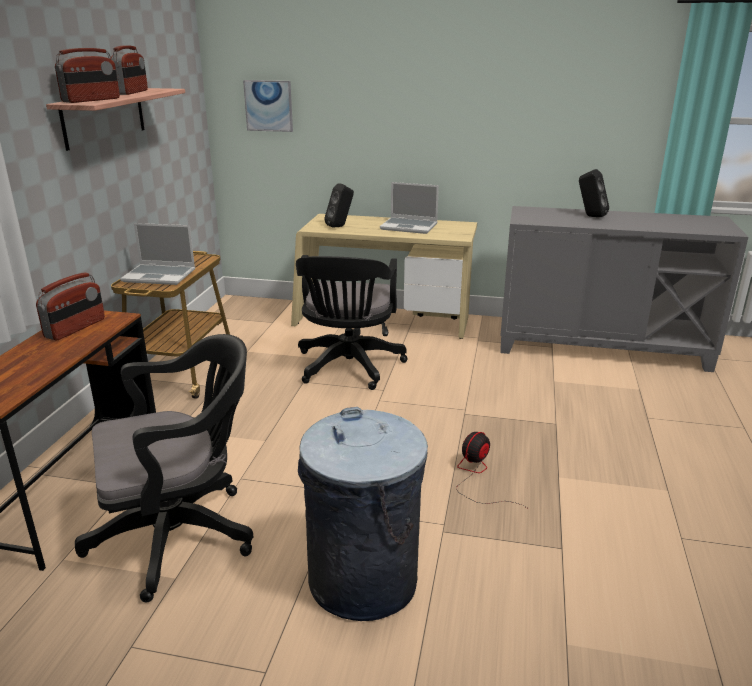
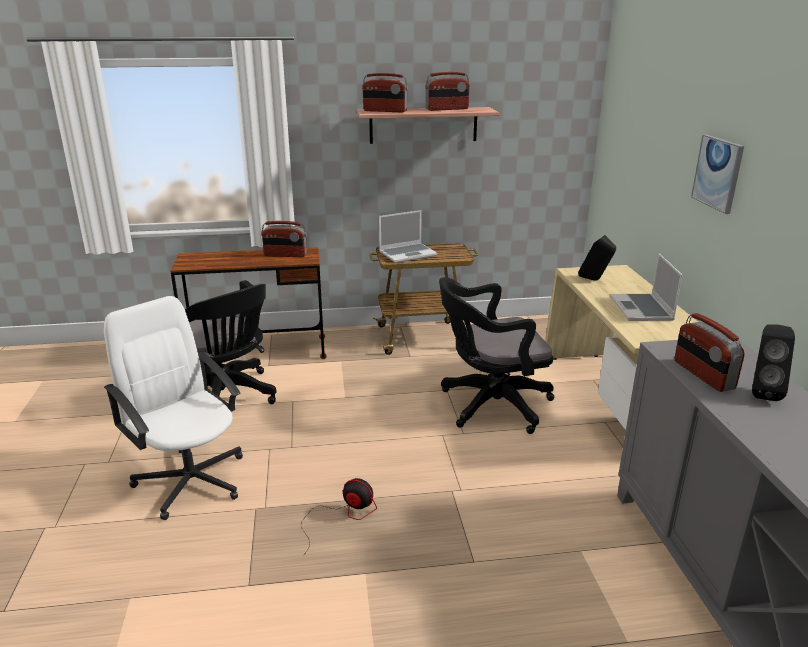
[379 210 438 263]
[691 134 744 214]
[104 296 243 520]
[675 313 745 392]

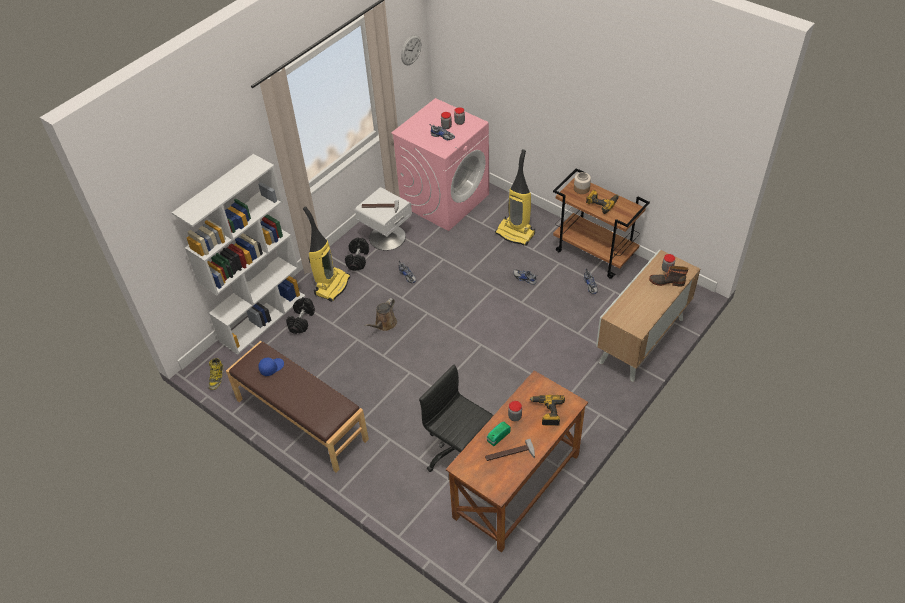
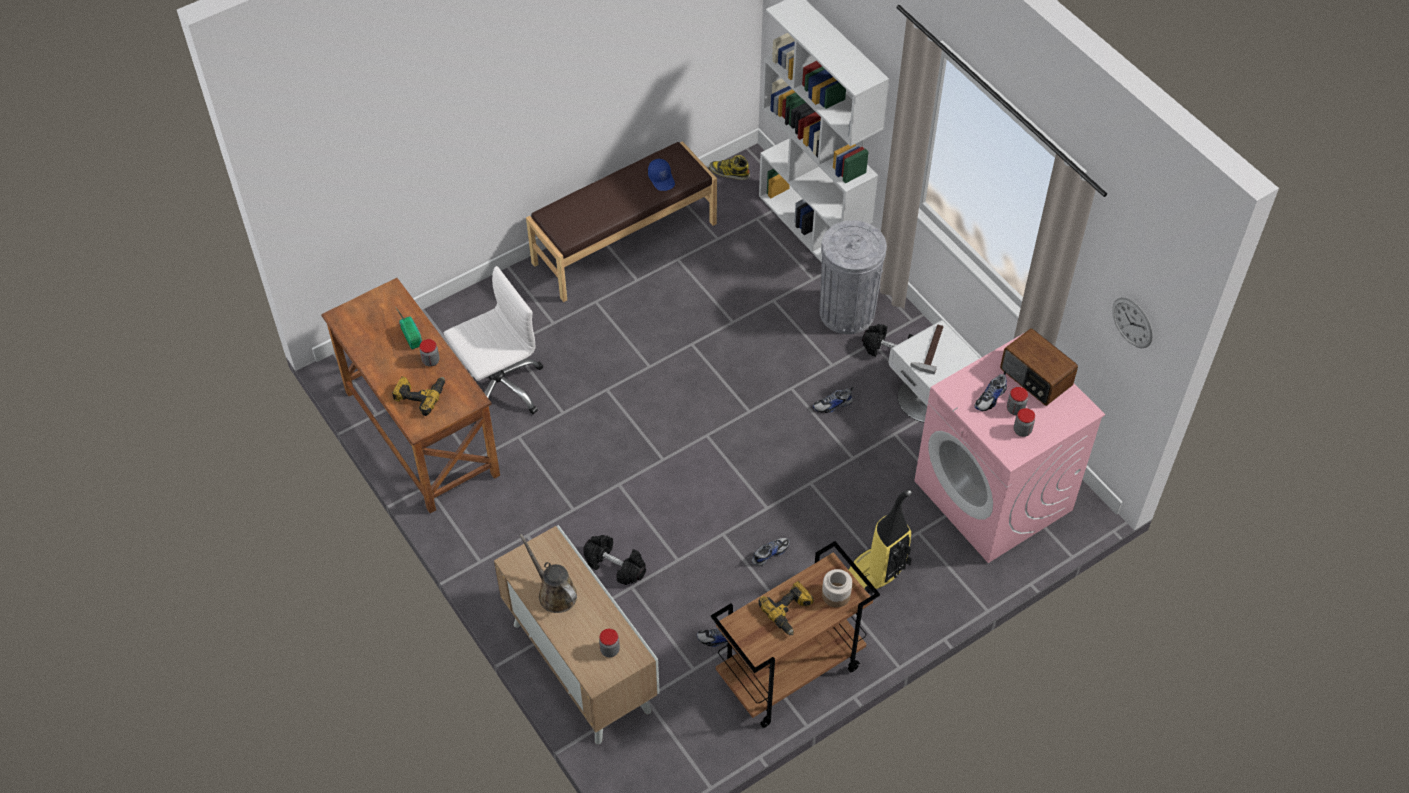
[583 535 646 585]
[820 220 887 334]
[519 534 577 613]
[444 266 543 423]
[485 439 535 461] (first image)
[649 266 688 287] (first image)
[1000 328 1078 406]

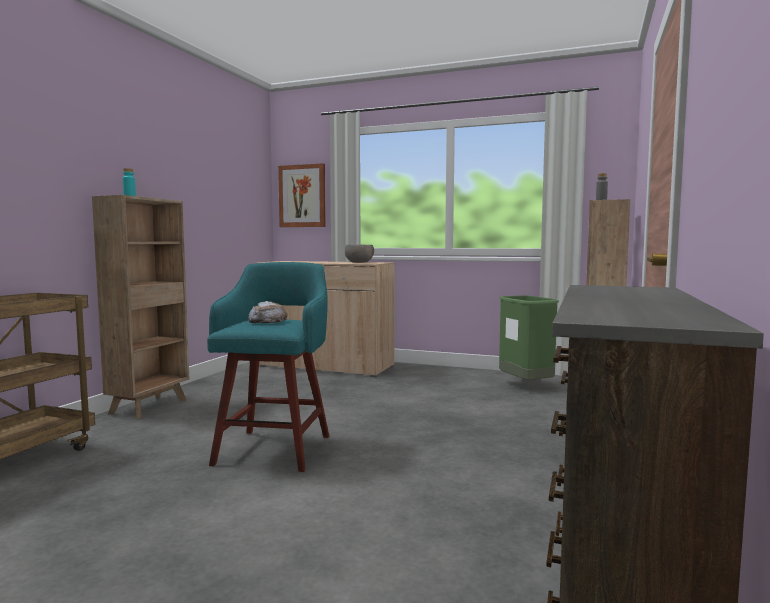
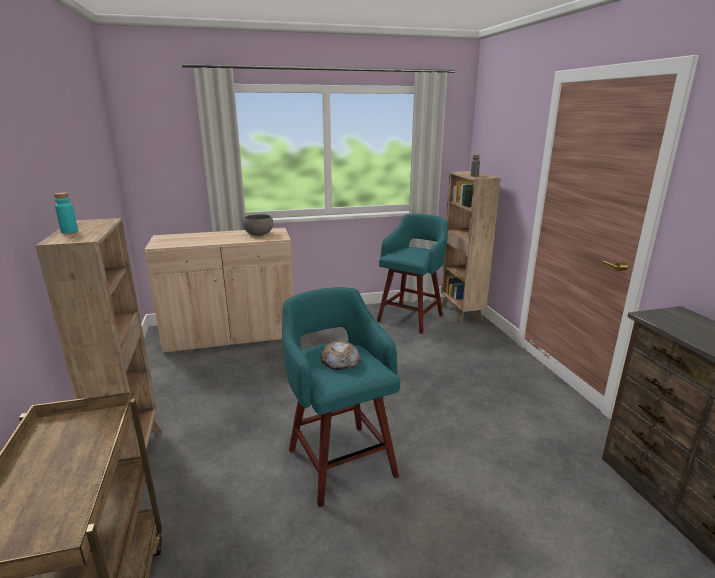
[278 163 326 227] (first image)
[377 214 448 334]

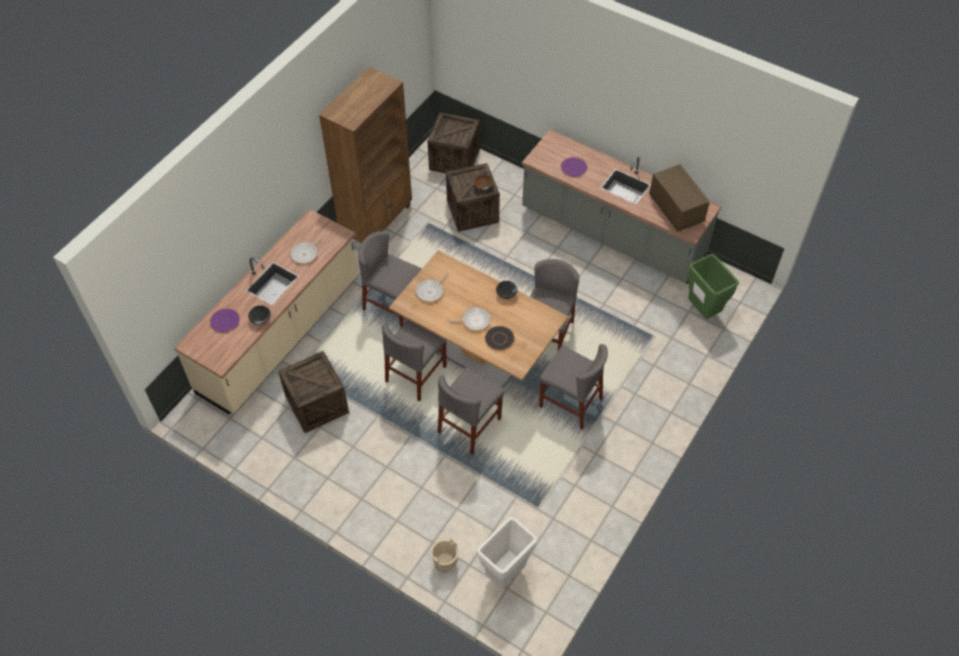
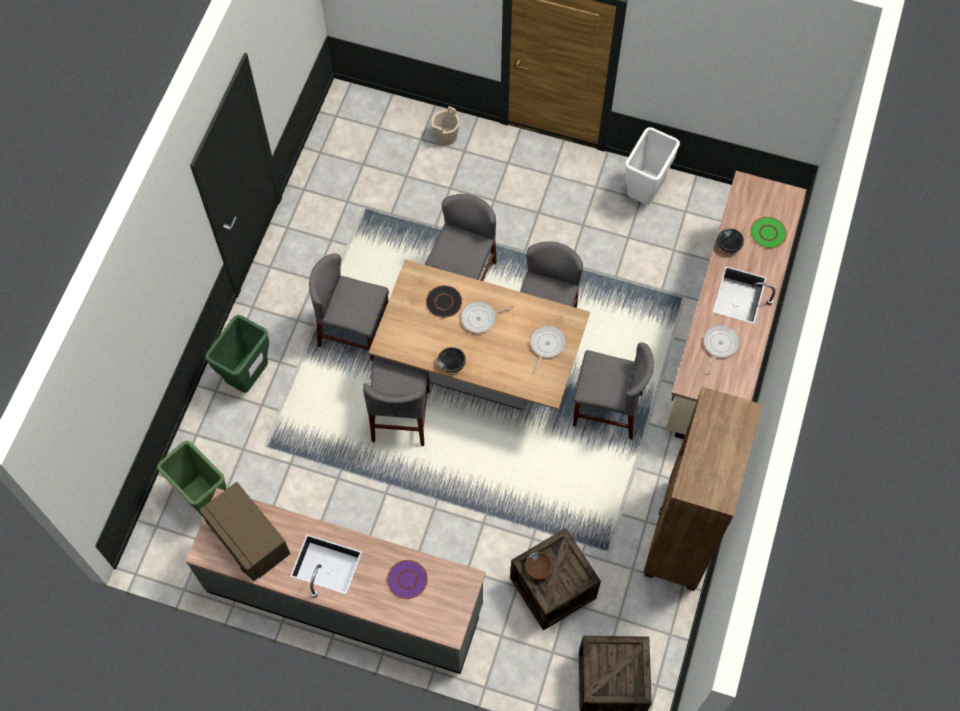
[750 217 787 248]
[278 351 349 433] (first image)
[625 127 680 205]
[205 315 269 393]

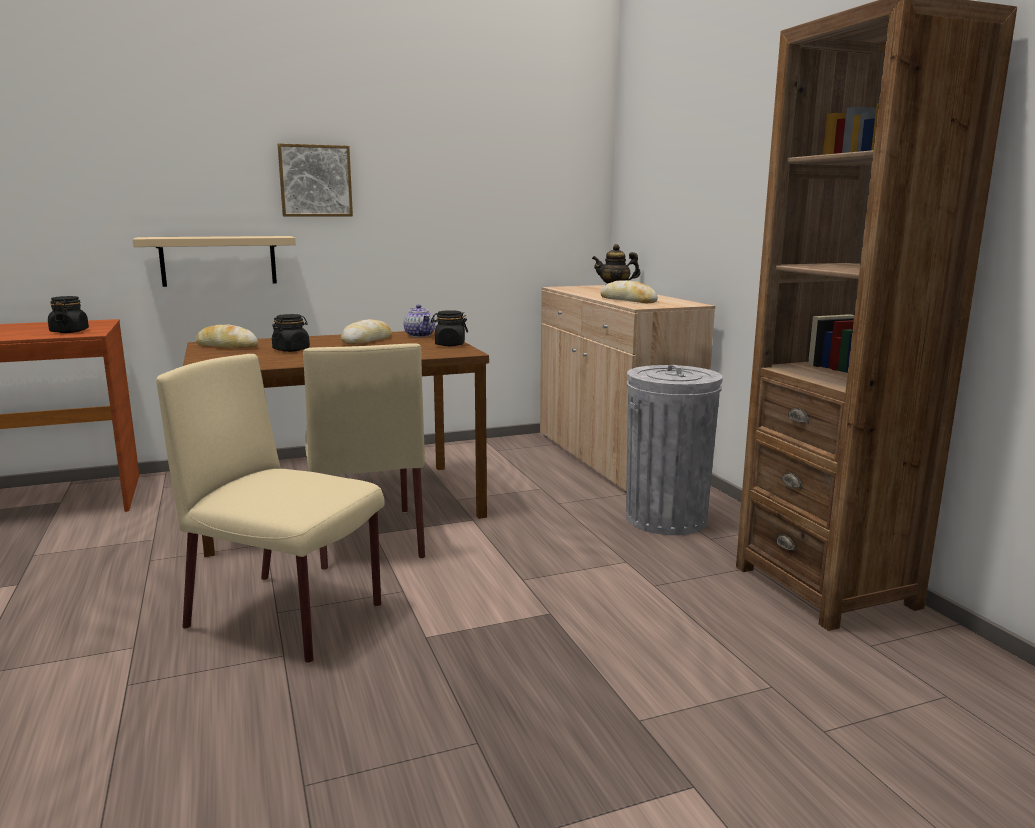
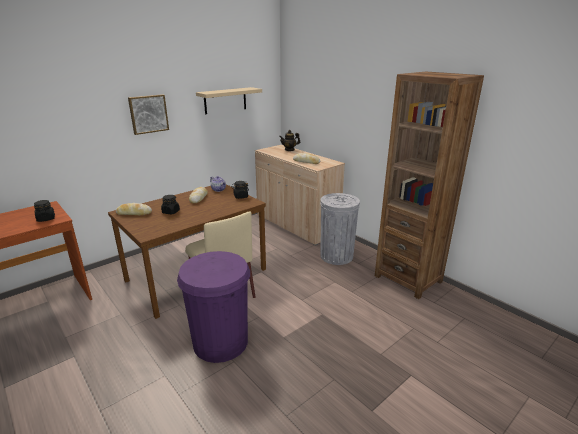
[196 87 262 114]
[177 251 250 363]

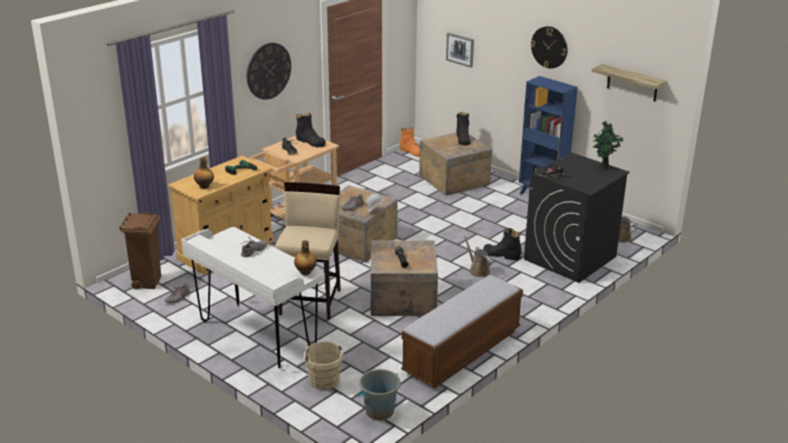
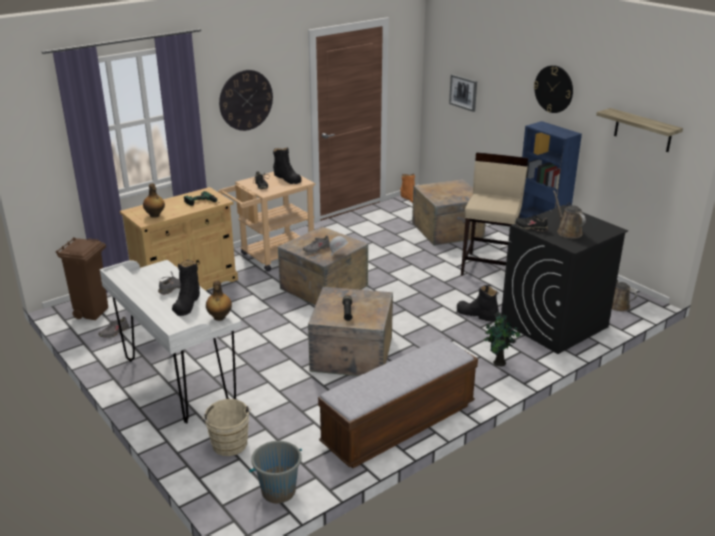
[461 152 529 276]
[172 260 200 316]
[553 191 586 239]
[484 312 521 366]

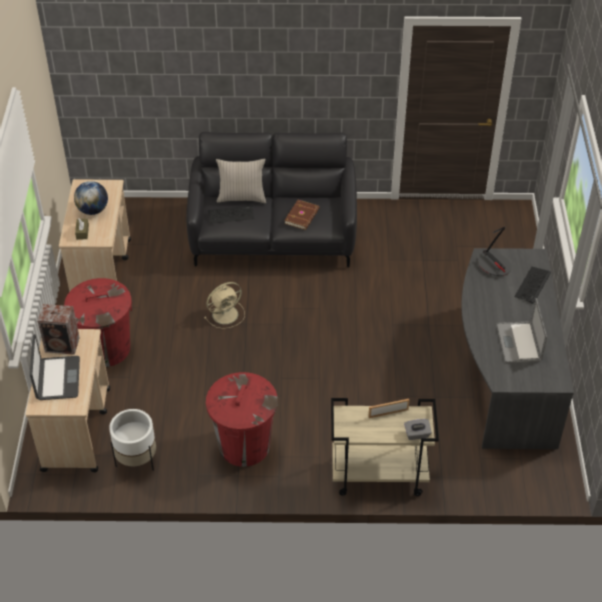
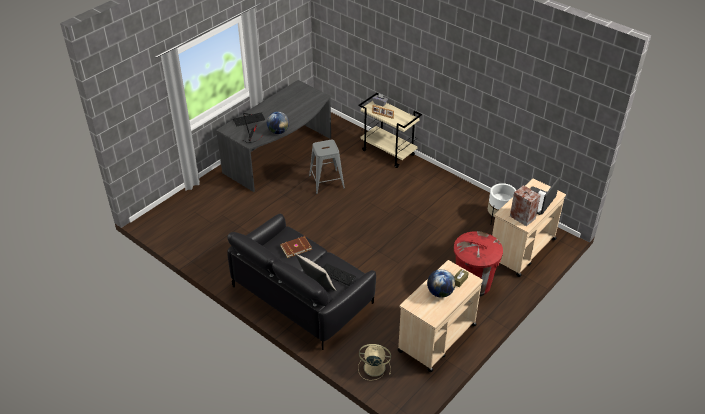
[358 344 391 381]
[206 372 278 467] (first image)
[496 298 547 363] (first image)
[267 112 289 134]
[309 140 345 194]

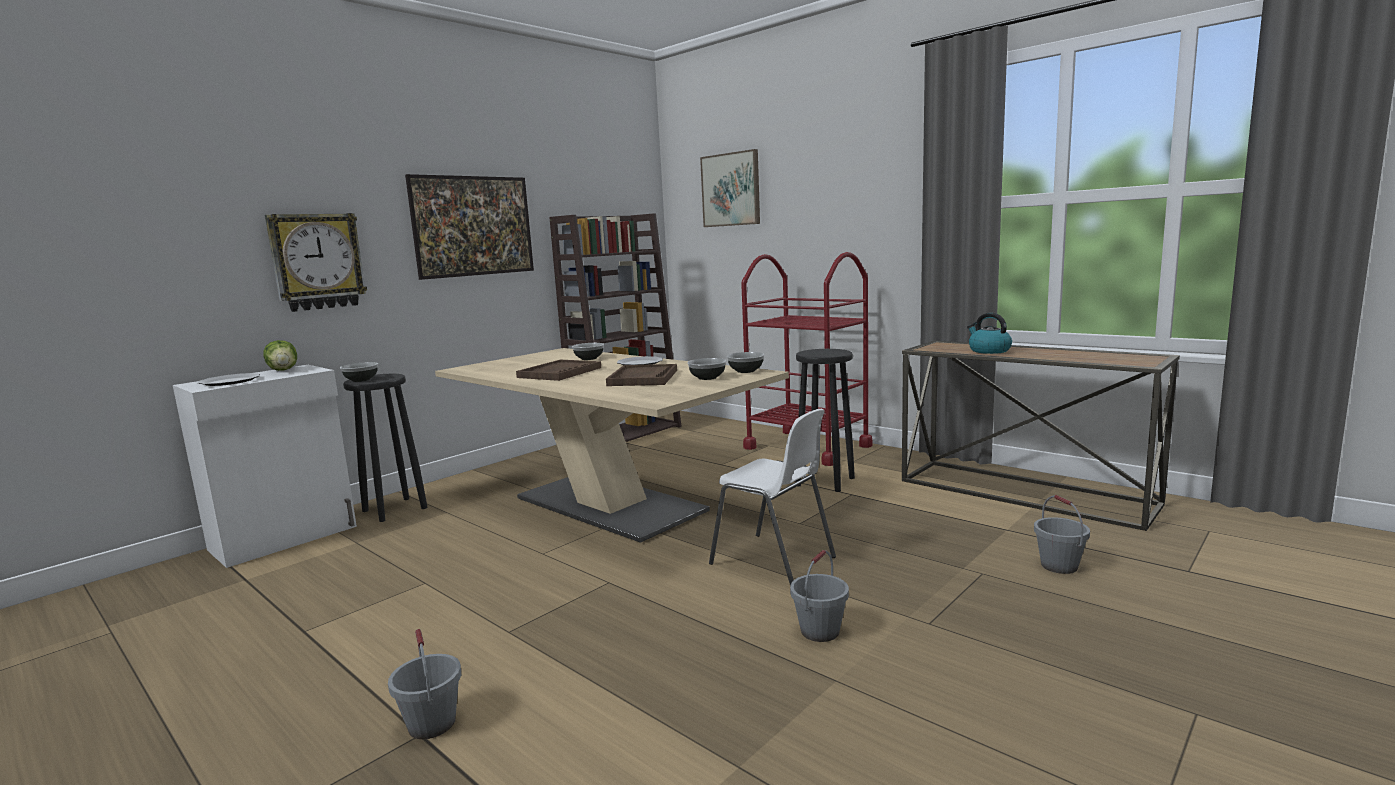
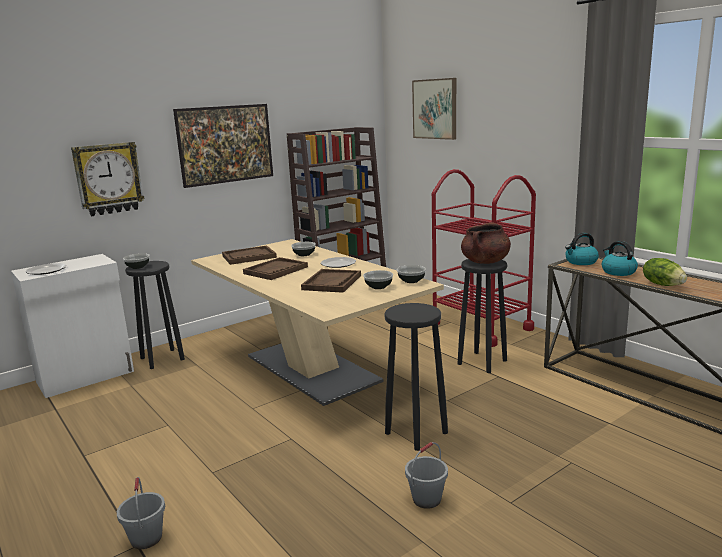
[643 258 687 286]
[384 303 448 451]
[1034 495 1090 574] (first image)
[222 246 277 265]
[461 223 511 264]
[565 233 599 265]

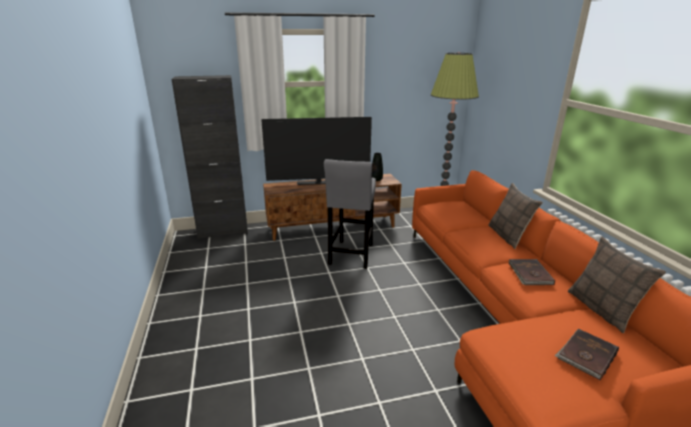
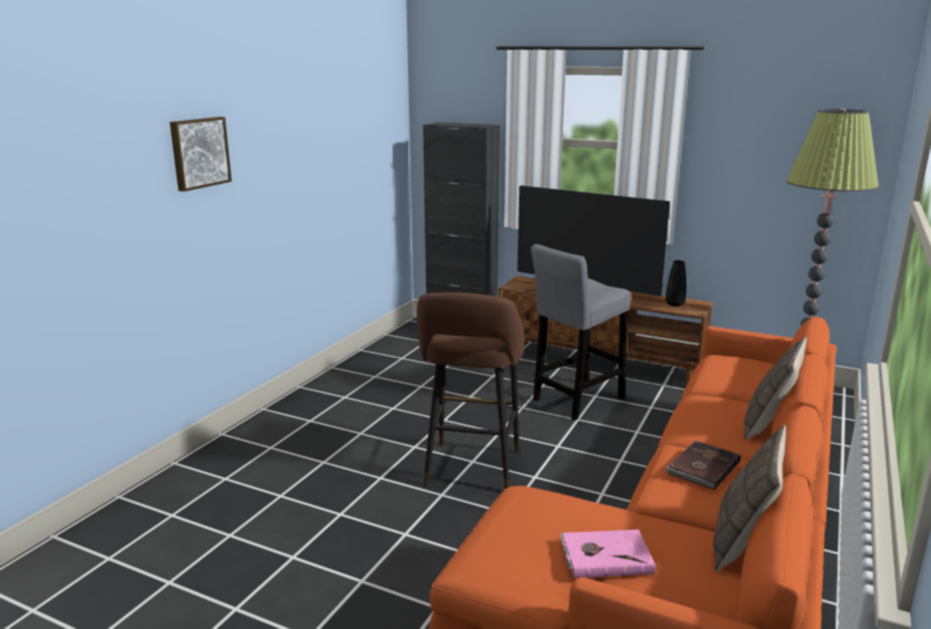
[560 530 656 578]
[170 117 232 192]
[417 292 524 490]

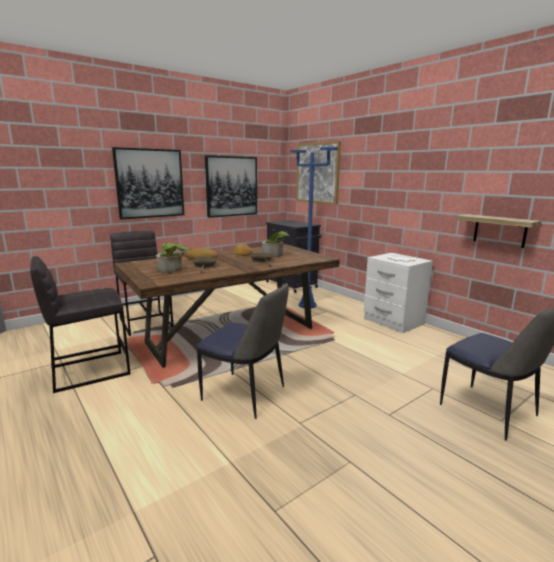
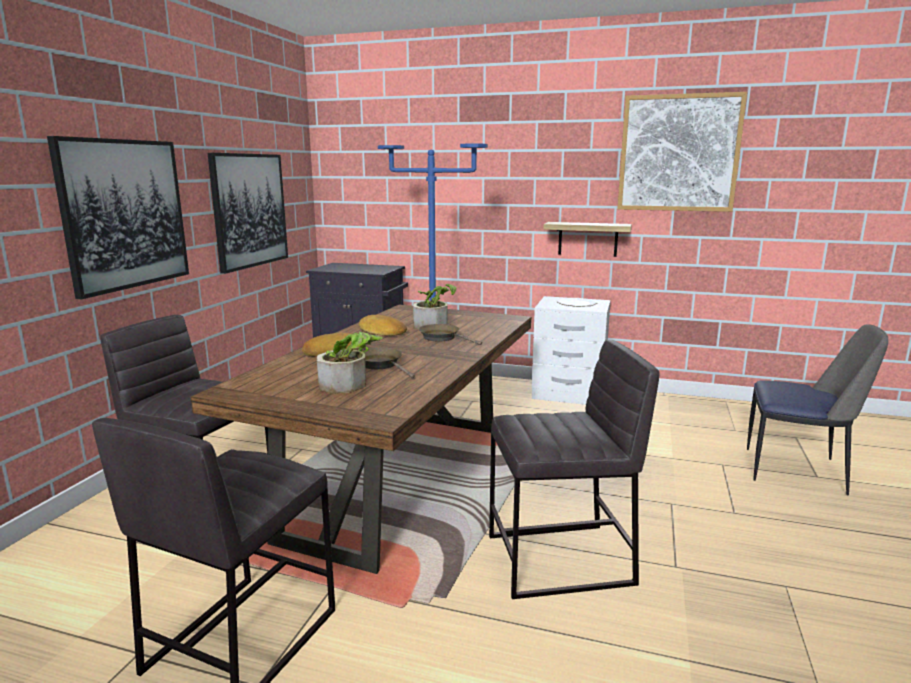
[489 340 660 599]
[617 92 747 212]
[543 222 632 257]

